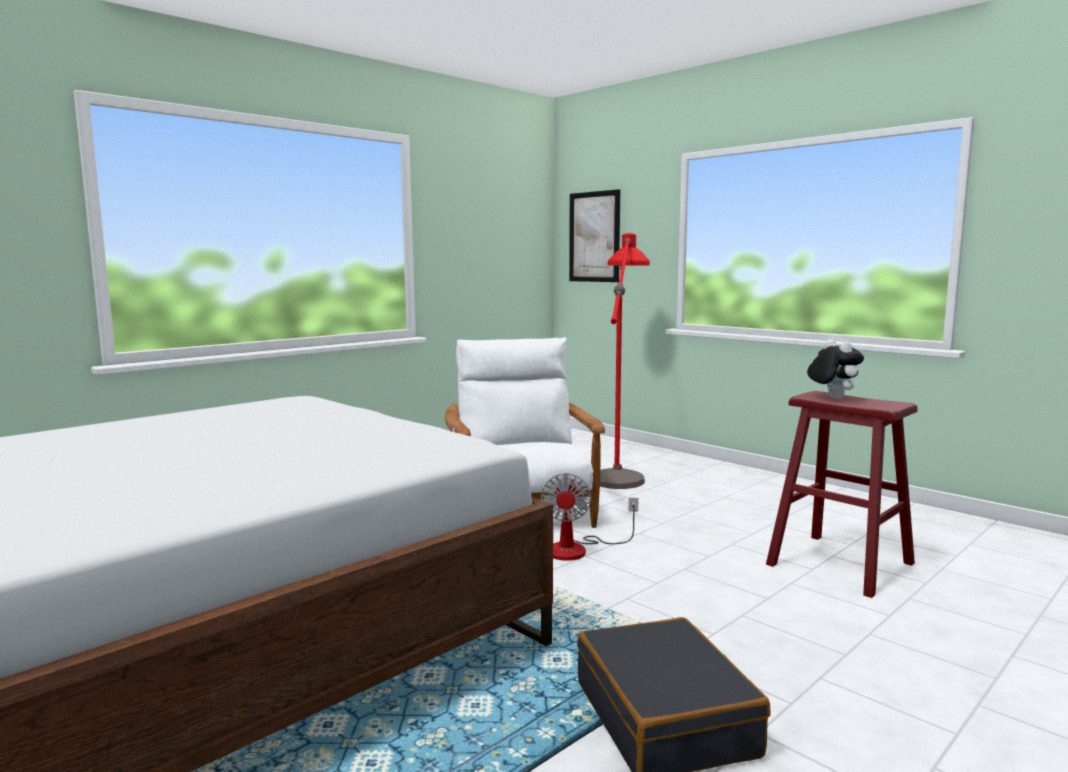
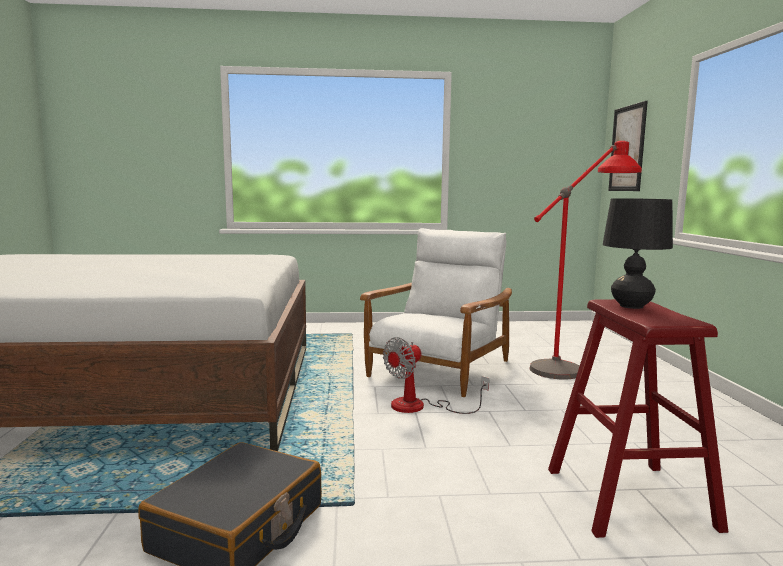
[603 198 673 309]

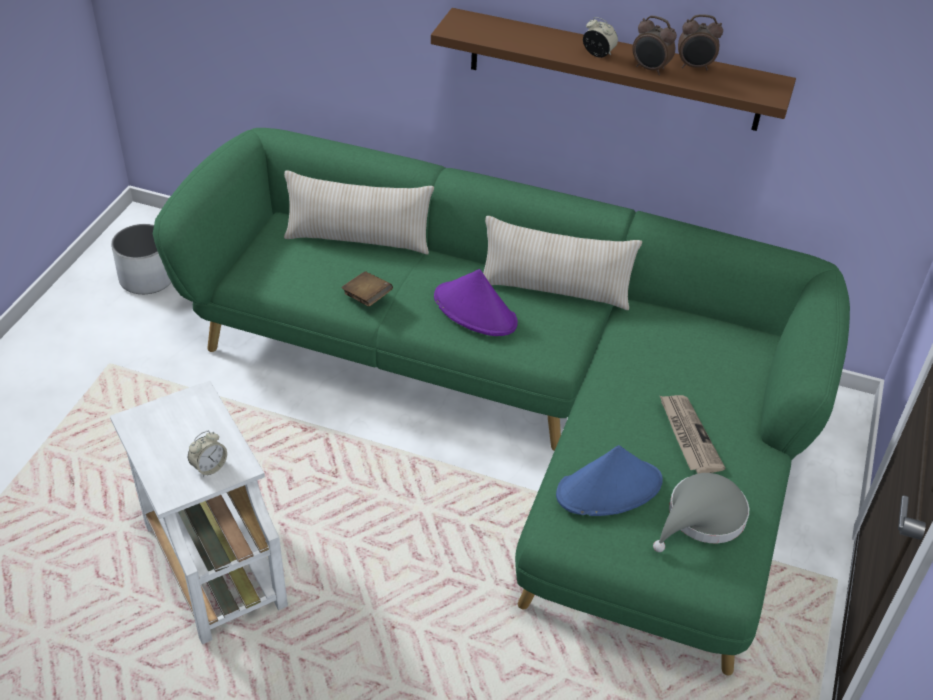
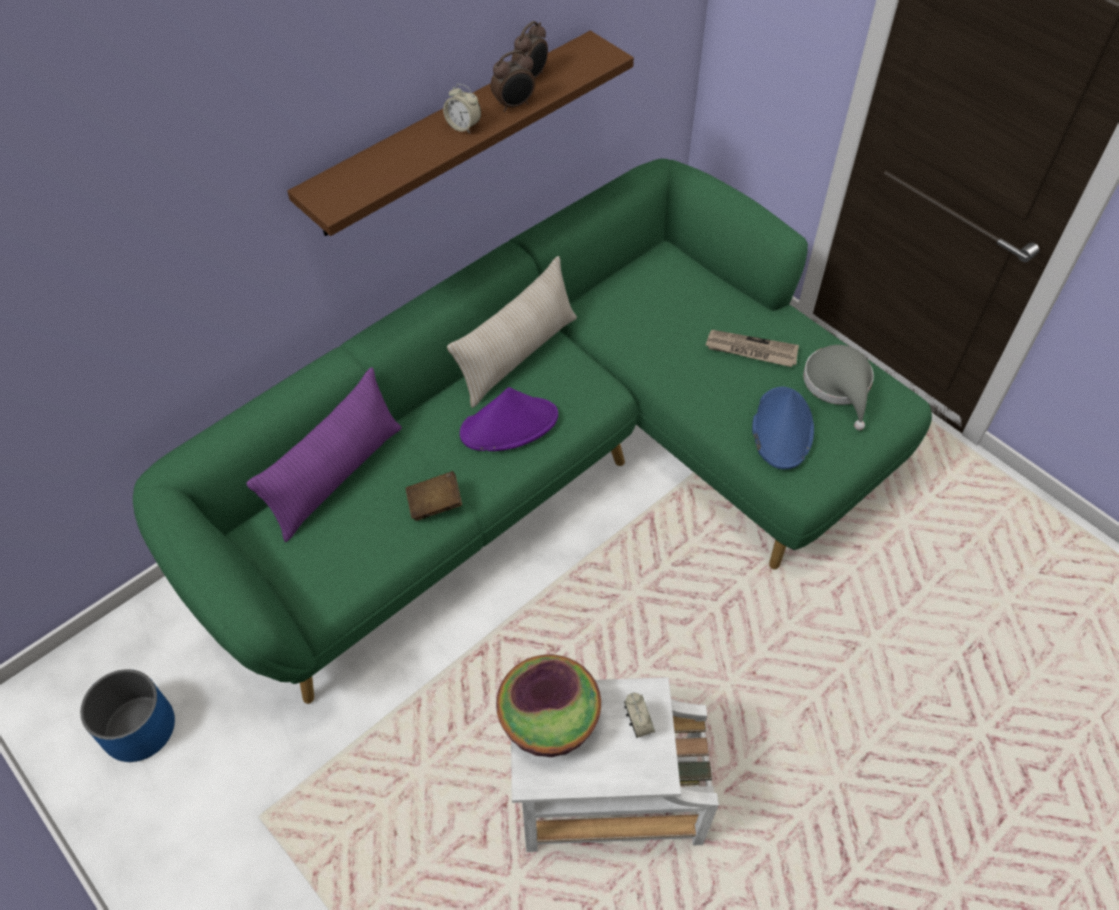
[80 669 175 762]
[246 367 402 542]
[443 84 481 134]
[496 654 601 757]

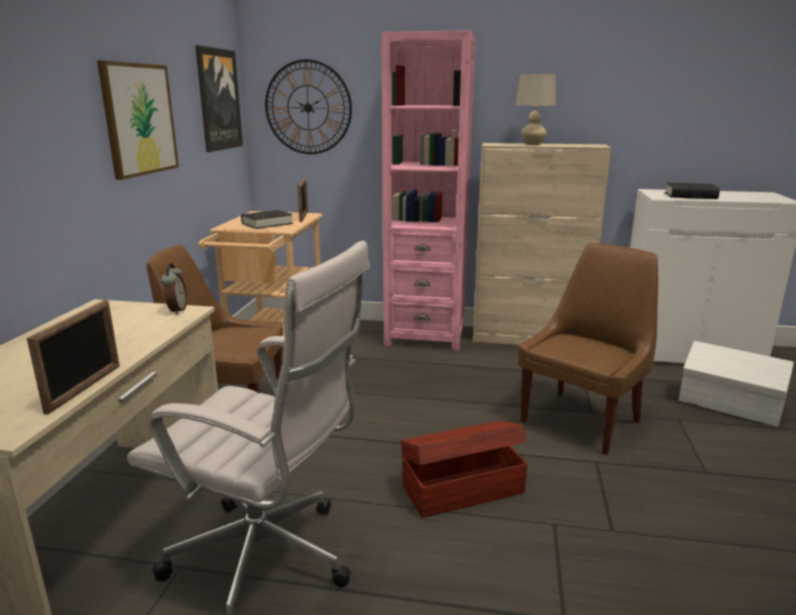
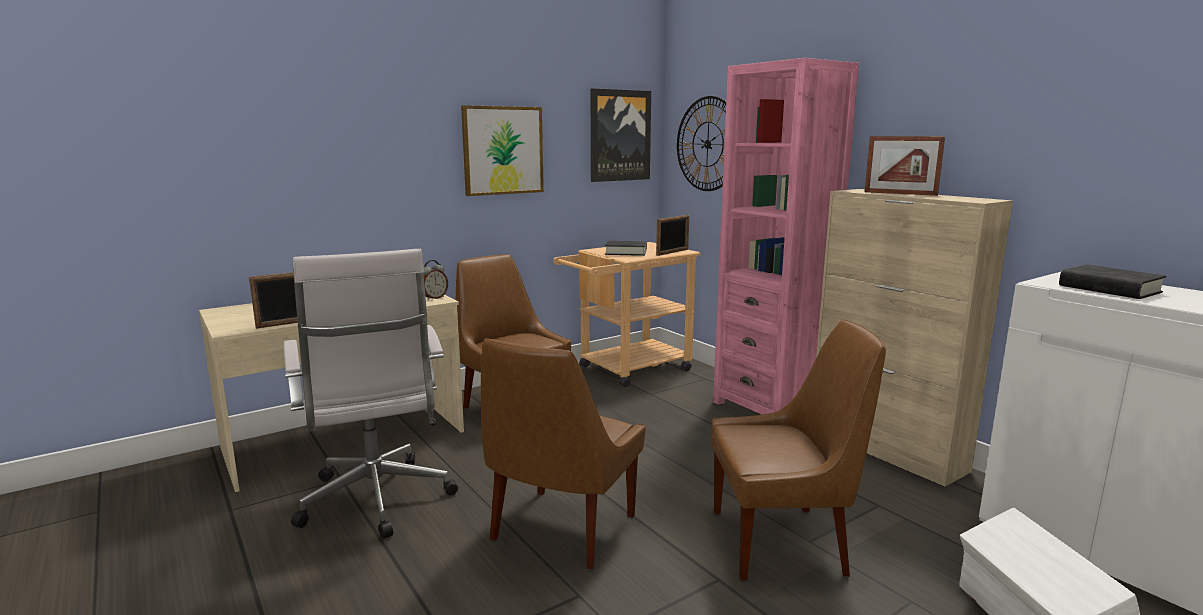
[481 338 646 569]
[864 136 945 196]

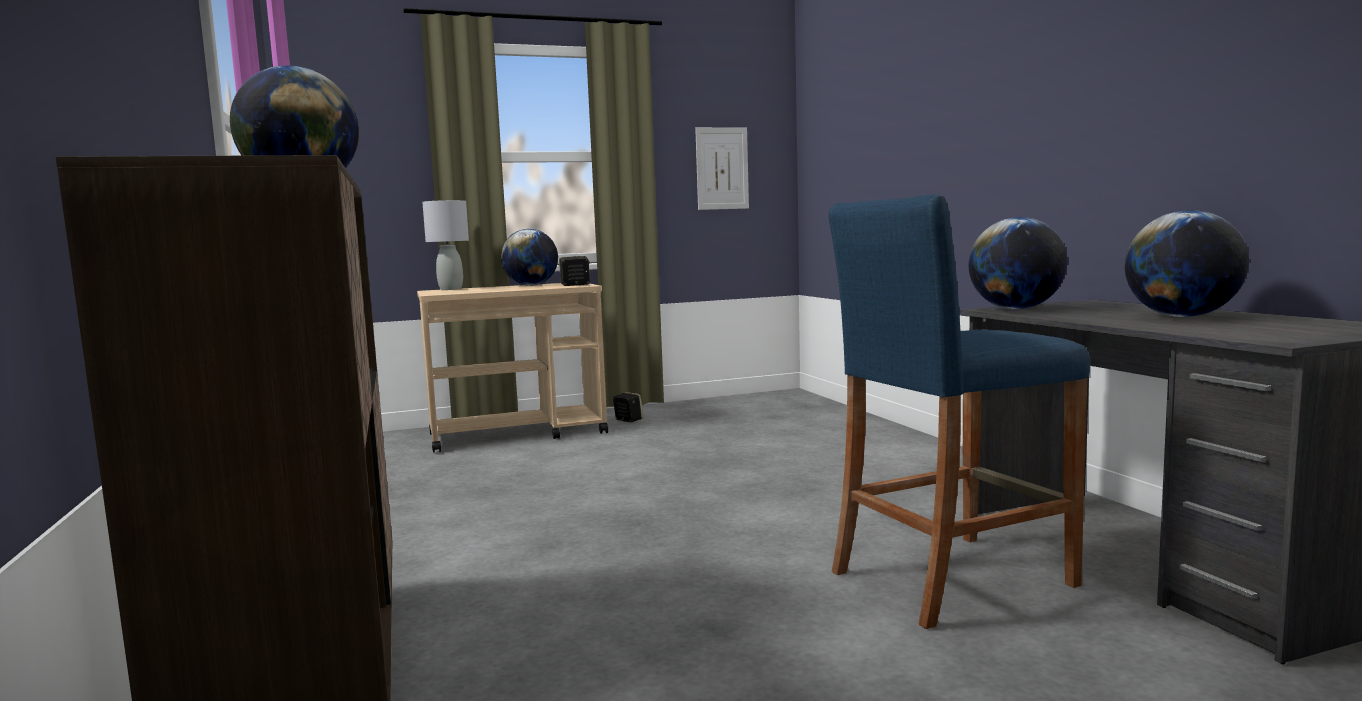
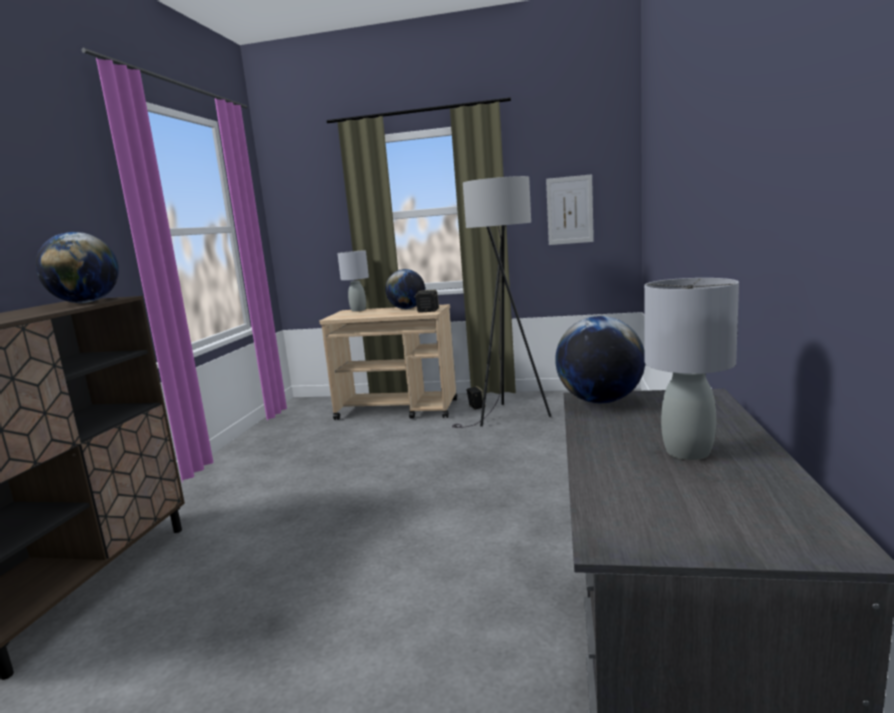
[829 194 1090 629] (first image)
[644 278 739 460]
[452 176 551 428]

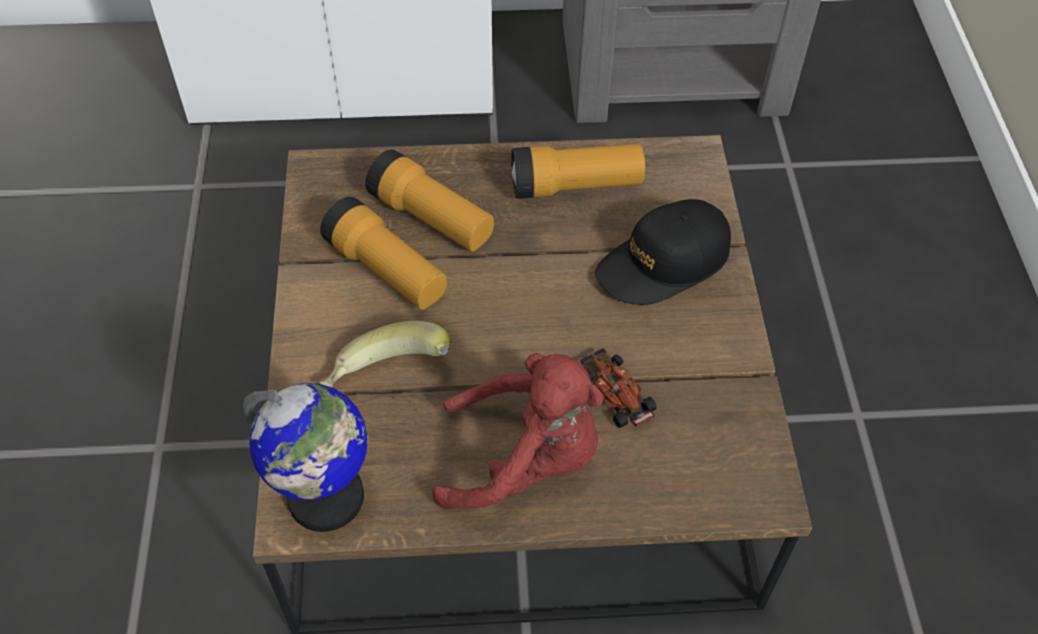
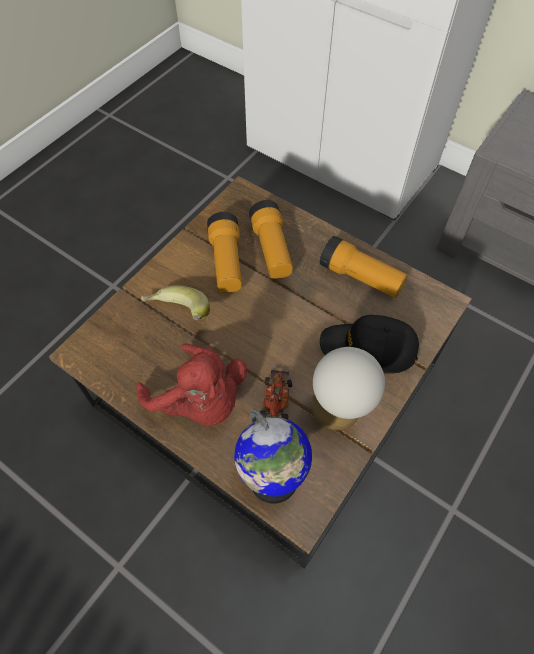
[234 408 312 504]
[311 347 385 430]

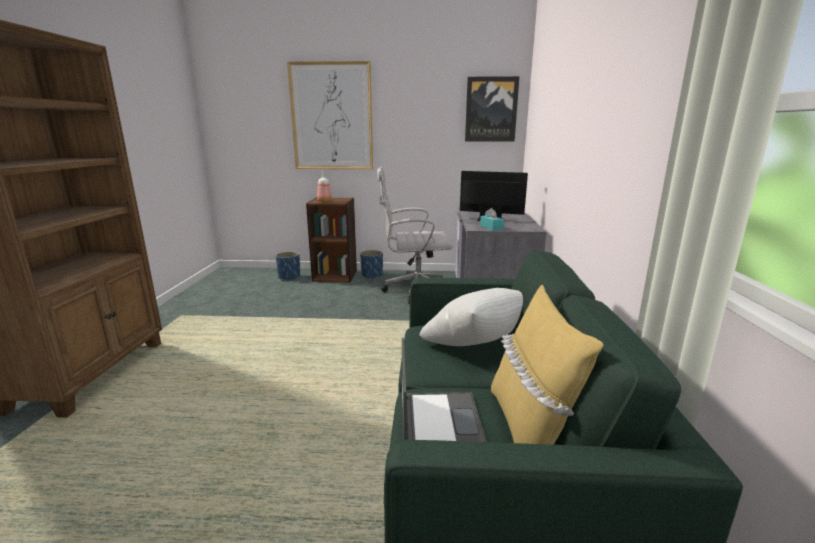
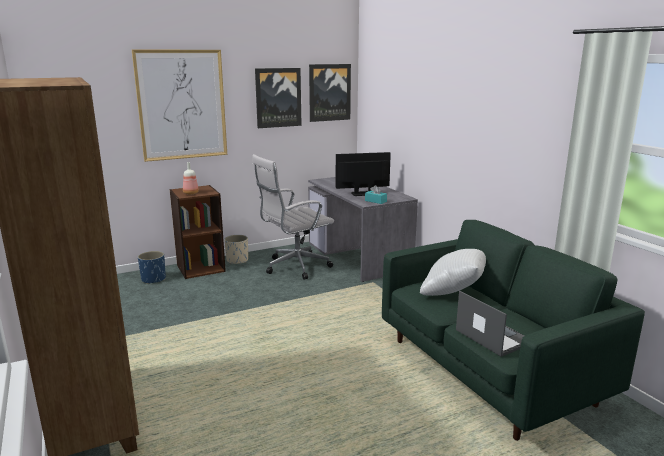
[224 235 248 264]
[491 284 603 445] (first image)
[255 68 302 128]

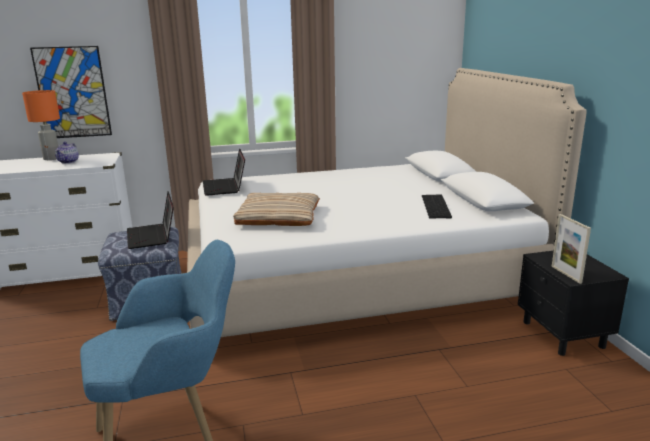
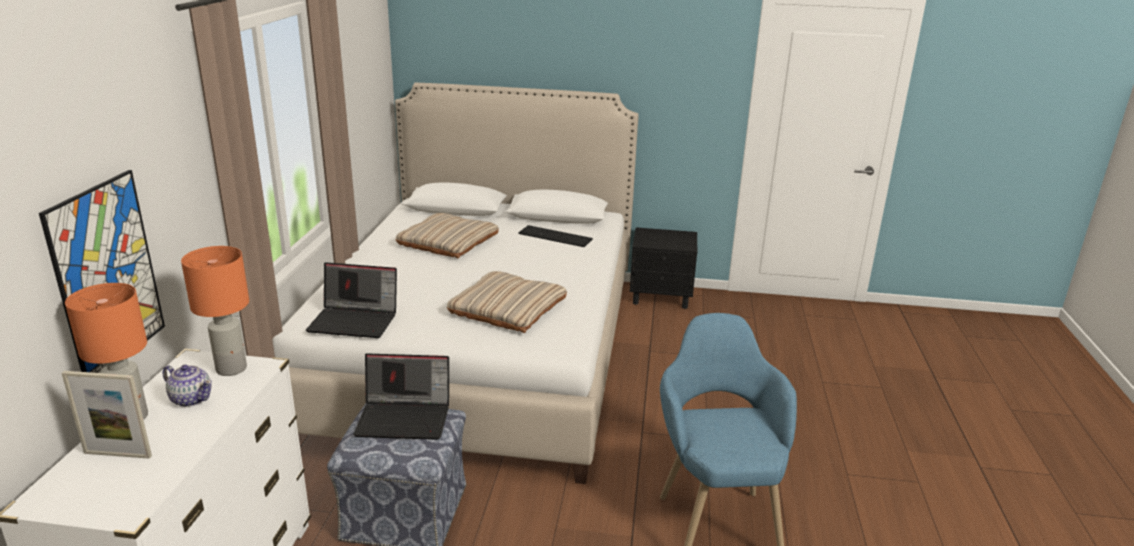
[62 371 152 459]
[181 246 249 376]
[395 213 499 258]

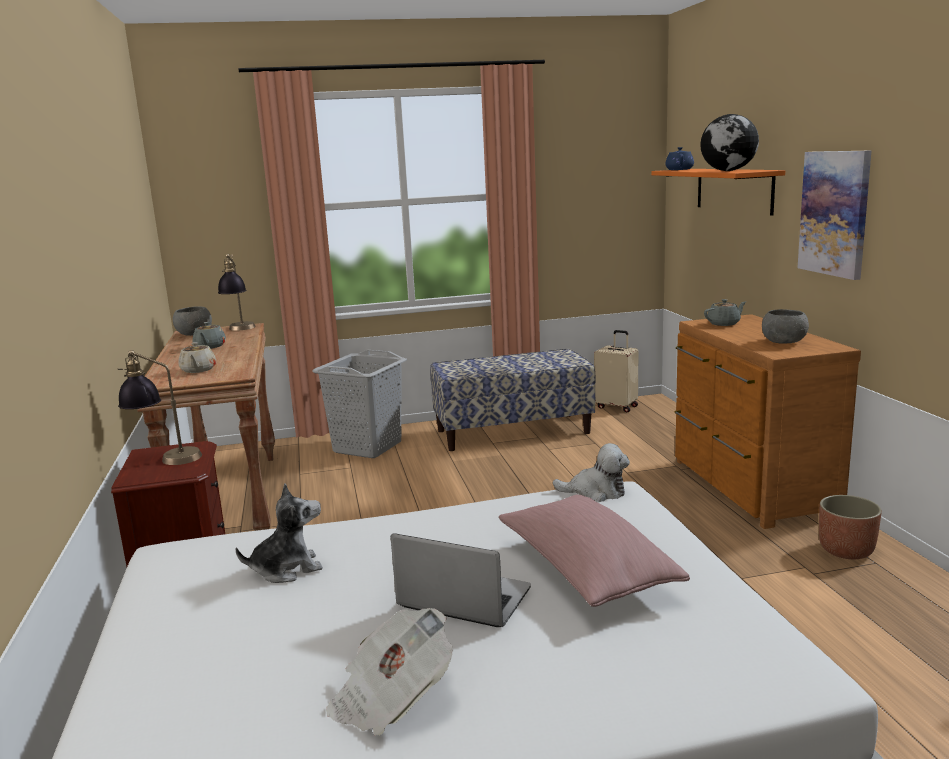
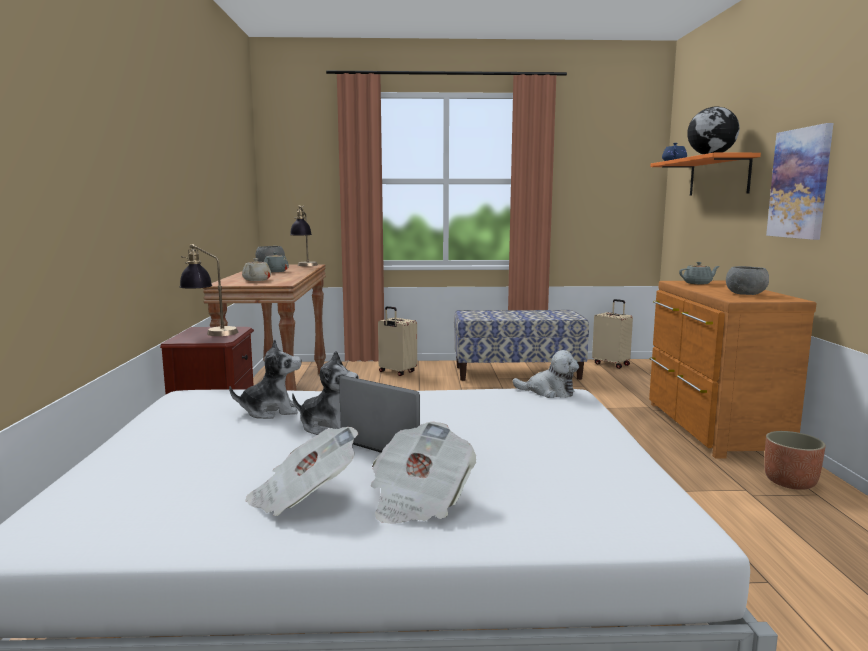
[378 306 417 376]
[499 495 690 607] (first image)
[292 351 359 435]
[371 422 477 524]

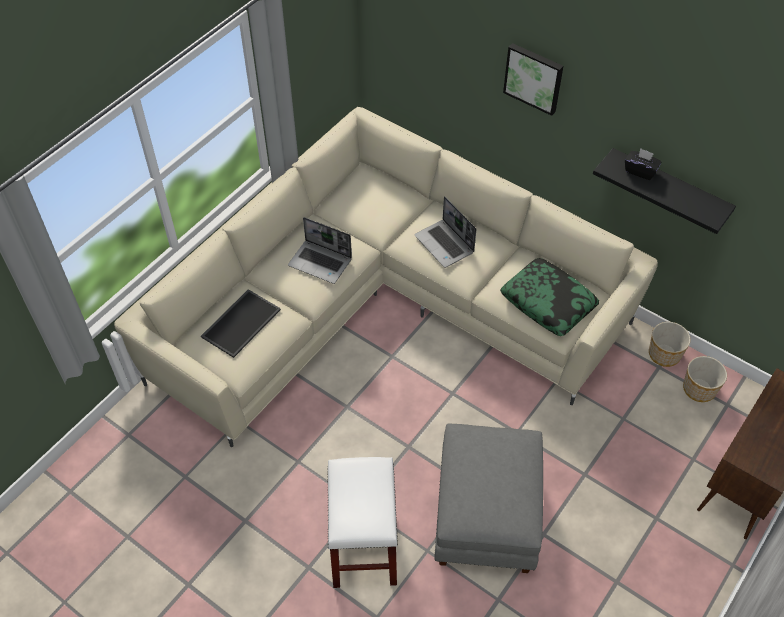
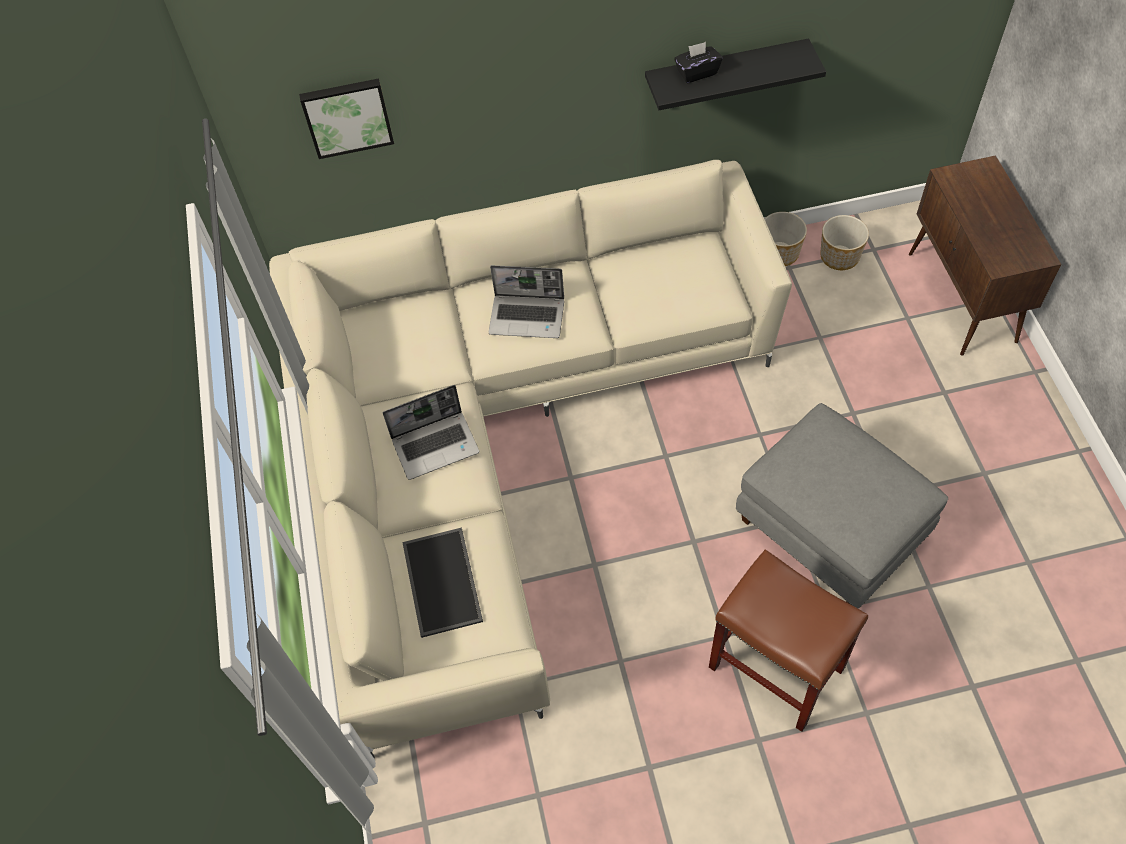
[709 550 868 732]
[500 258 599 336] (first image)
[299 78 394 159]

